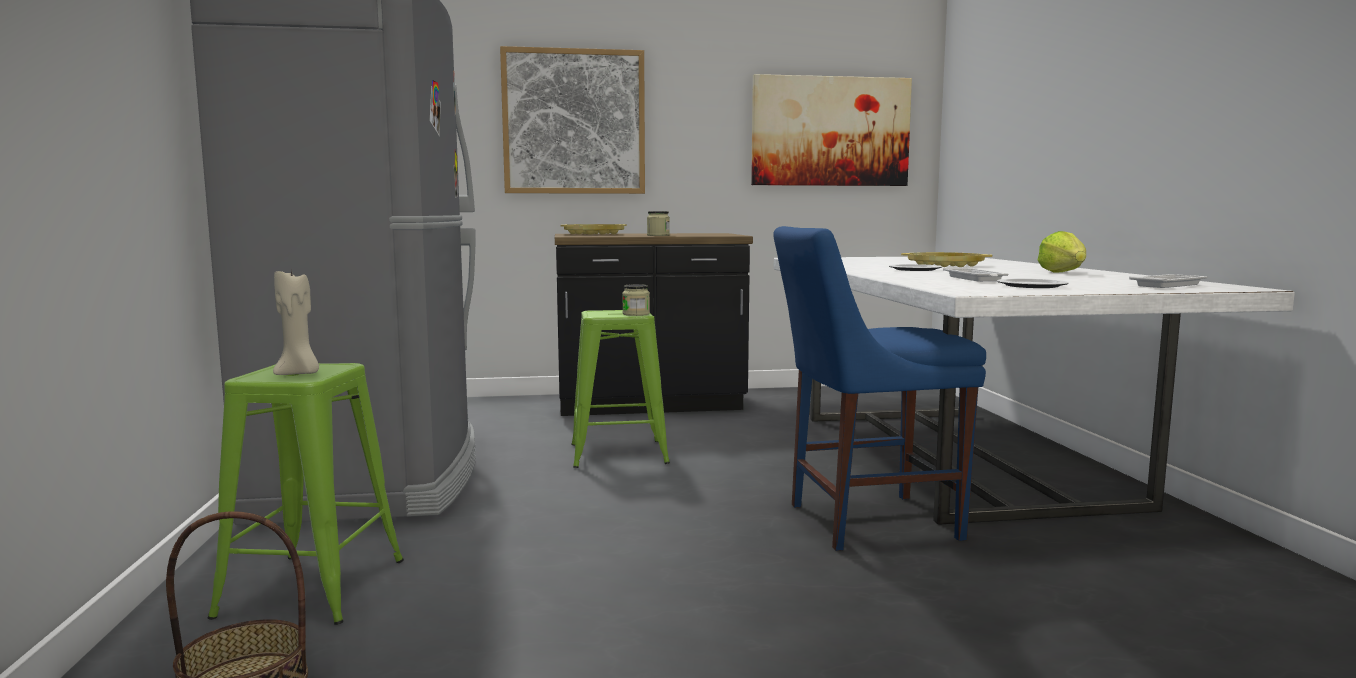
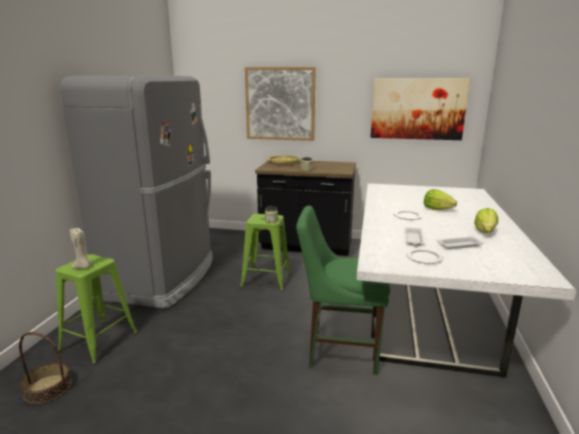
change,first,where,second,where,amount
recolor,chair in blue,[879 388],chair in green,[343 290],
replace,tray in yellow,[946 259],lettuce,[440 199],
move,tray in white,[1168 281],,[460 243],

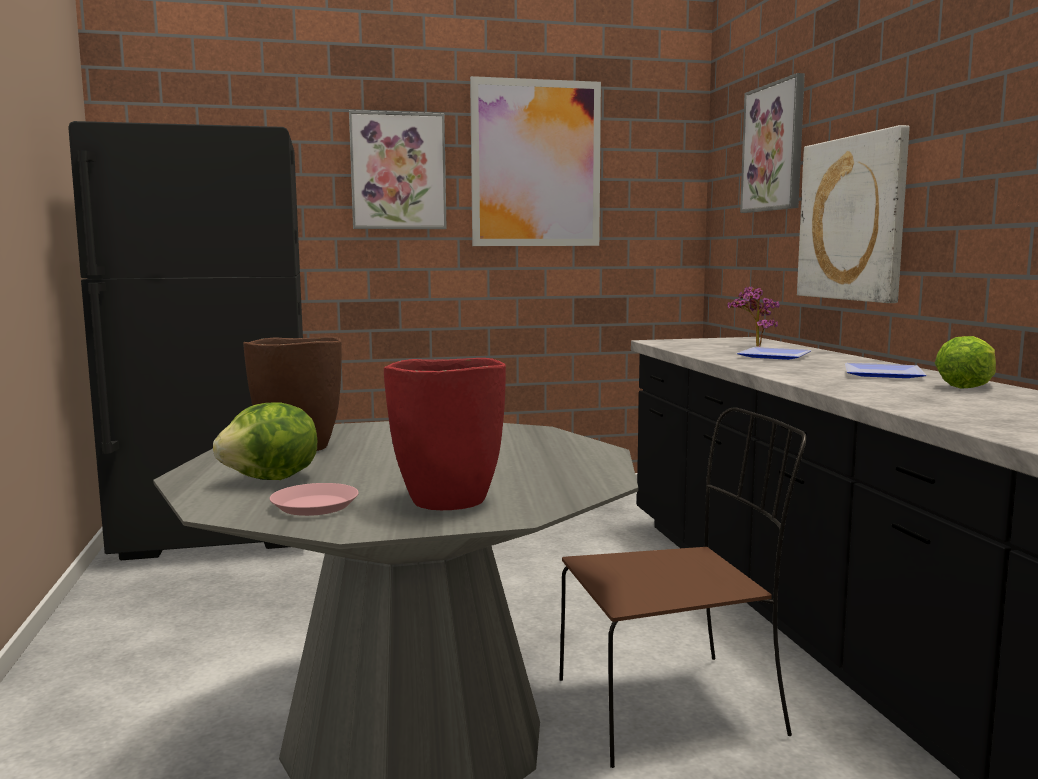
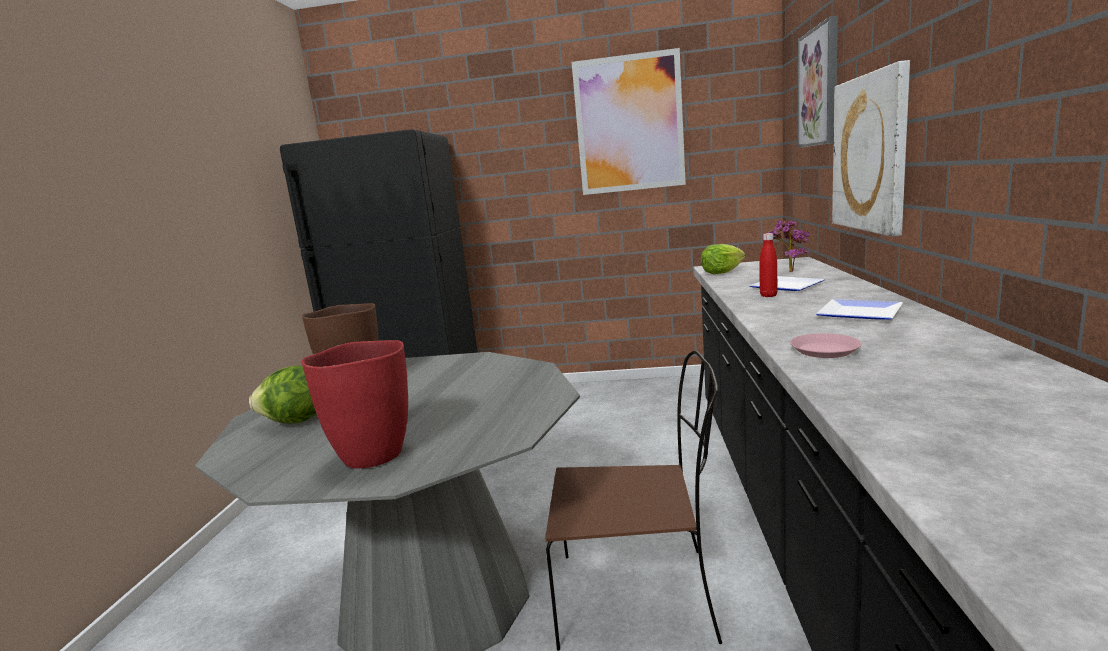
change,first,where,second,where,amount
move,lettuce,[965 362],,[723 259],
insert,,,bottle in red,[769 265],
move,plate in pink,[314 499],,[826 345],
delete,picture,[398 169],,,

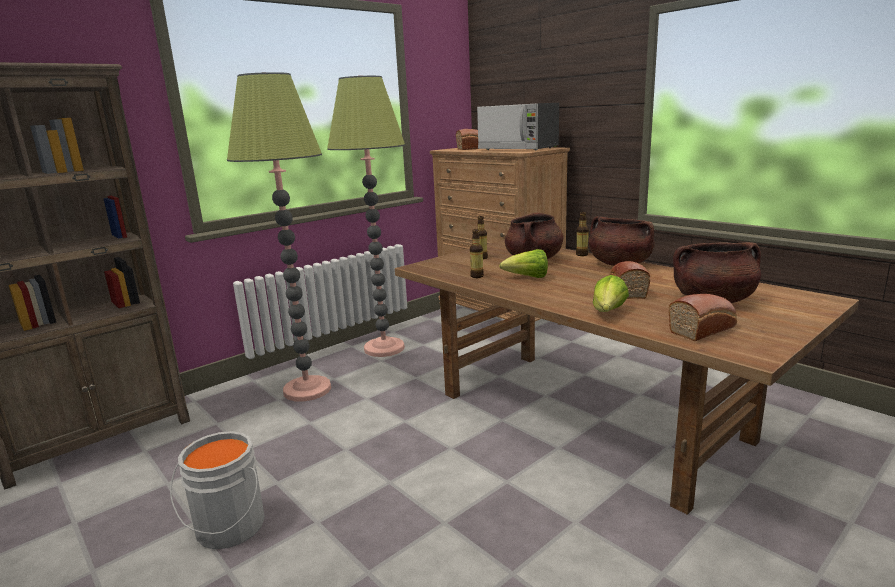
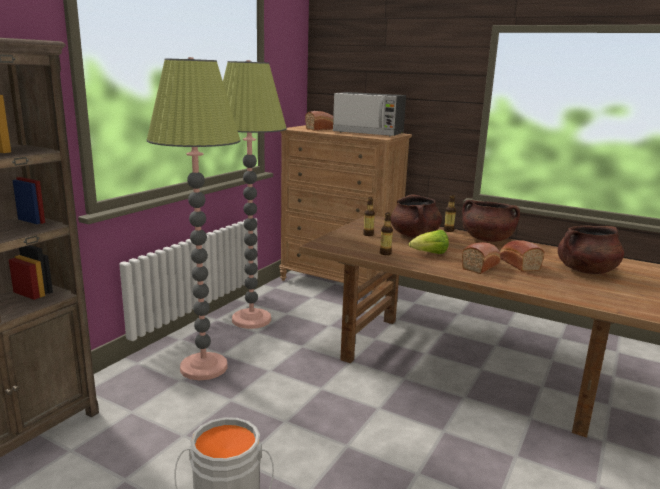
change,first,where,second,where,amount
move,bread,[703 317],,[481 258],
delete,lettuce,[611 293],,,

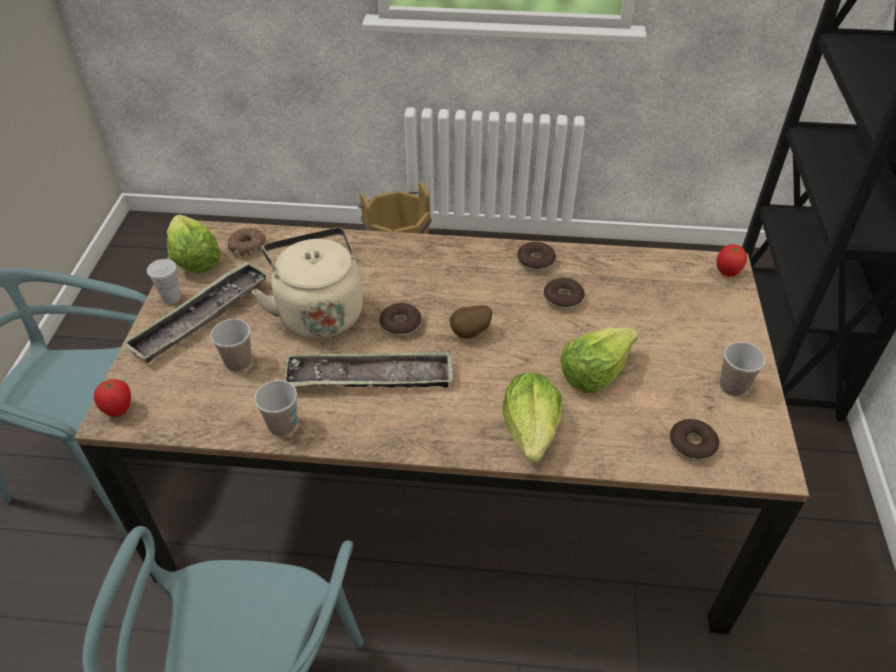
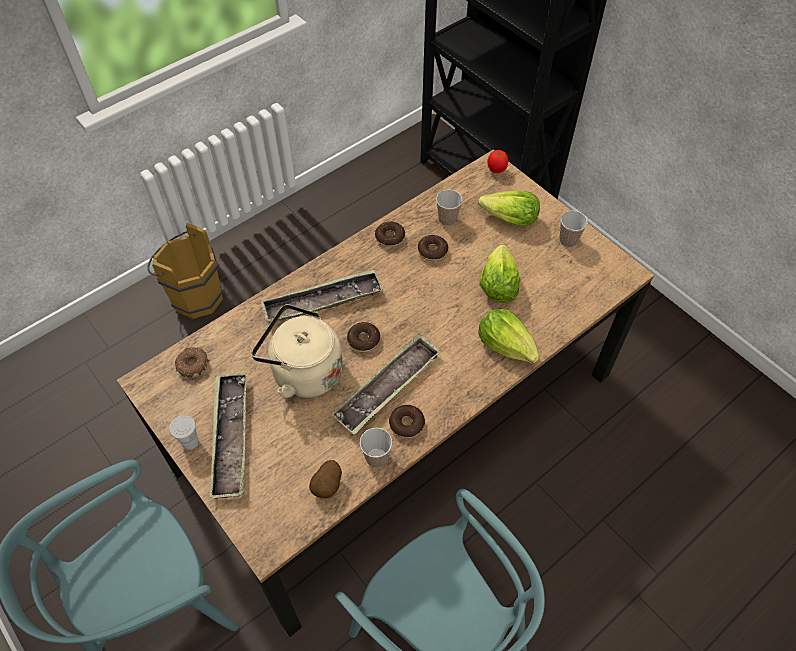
change,first,where,second,where,amount
insert,,,tray,[322 296],
move,potato,[471 321],,[325 479],
move,donut,[694 440],,[407 421],
move,cup,[231 345],,[449 208],
move,lettuce,[194 243],,[509 208],
delete,tomato,[112 398],,,

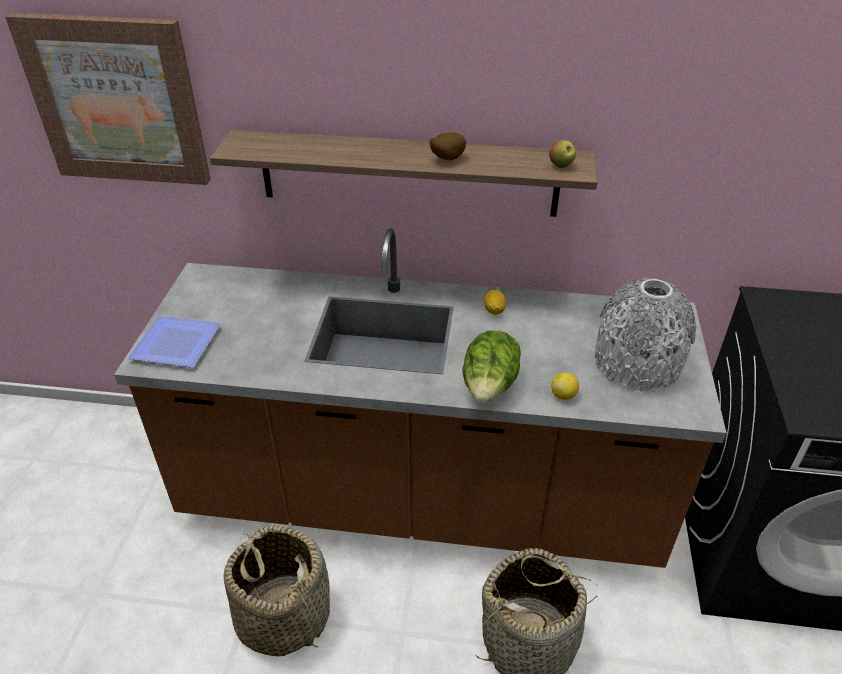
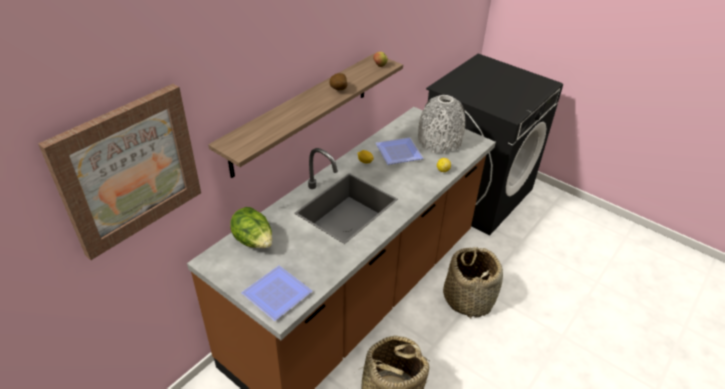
change,first,where,second,where,amount
move,lettuce,[492 366],,[251 227],
insert,,,plate,[399 151],

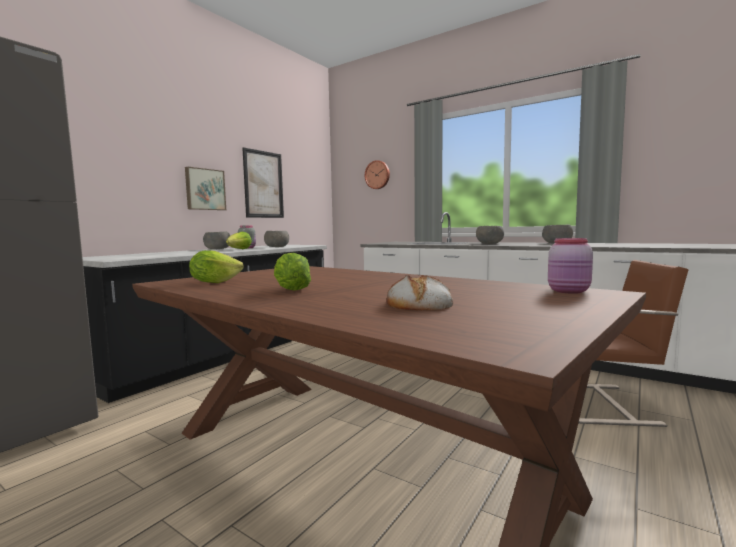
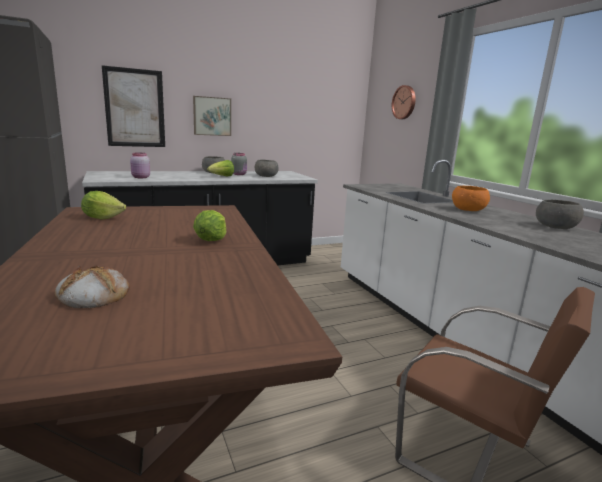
change,first,where,second,where,amount
move,picture,[263 182],,[133 106],
move,jar in pink,[570 266],,[140 165],
move,lettuce,[292 272],,[209 225],
recolor,bowl in grey,[490 235],bowl in orange,[471 198],

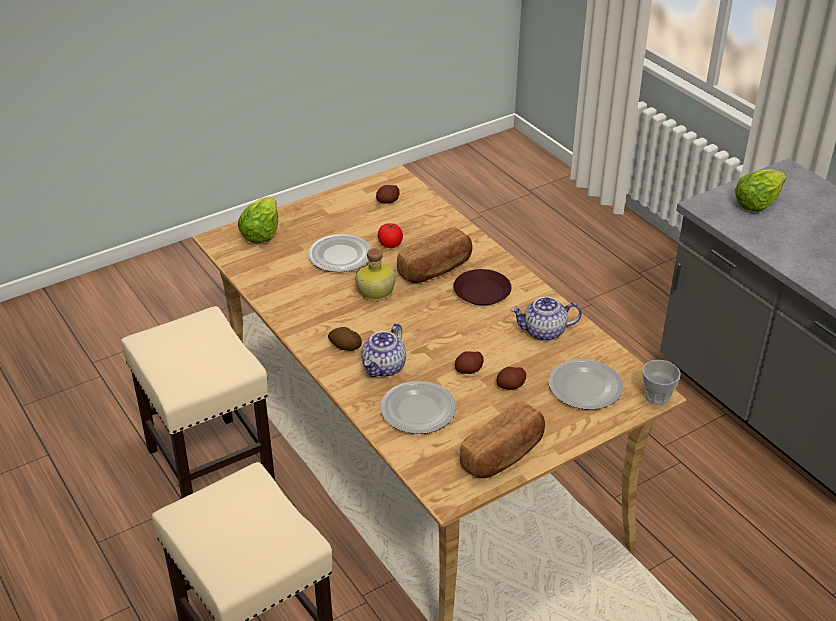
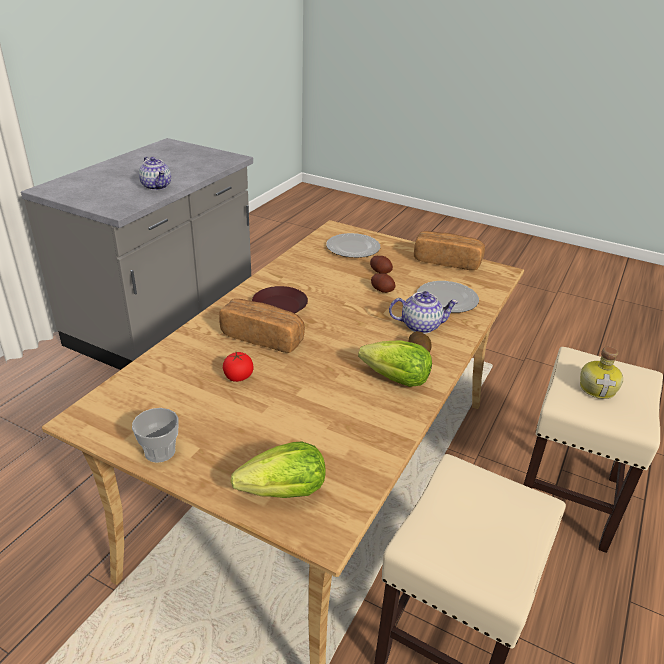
change,first,where,second,where,amount
move,cup,[661 382],,[155 435],
move,teapot,[546 319],,[155 173],
move,lettuce,[760 190],,[395 363],
move,bottle,[375 274],,[601 373],
delete,plate,[340 253],,,
delete,potato,[388 194],,,

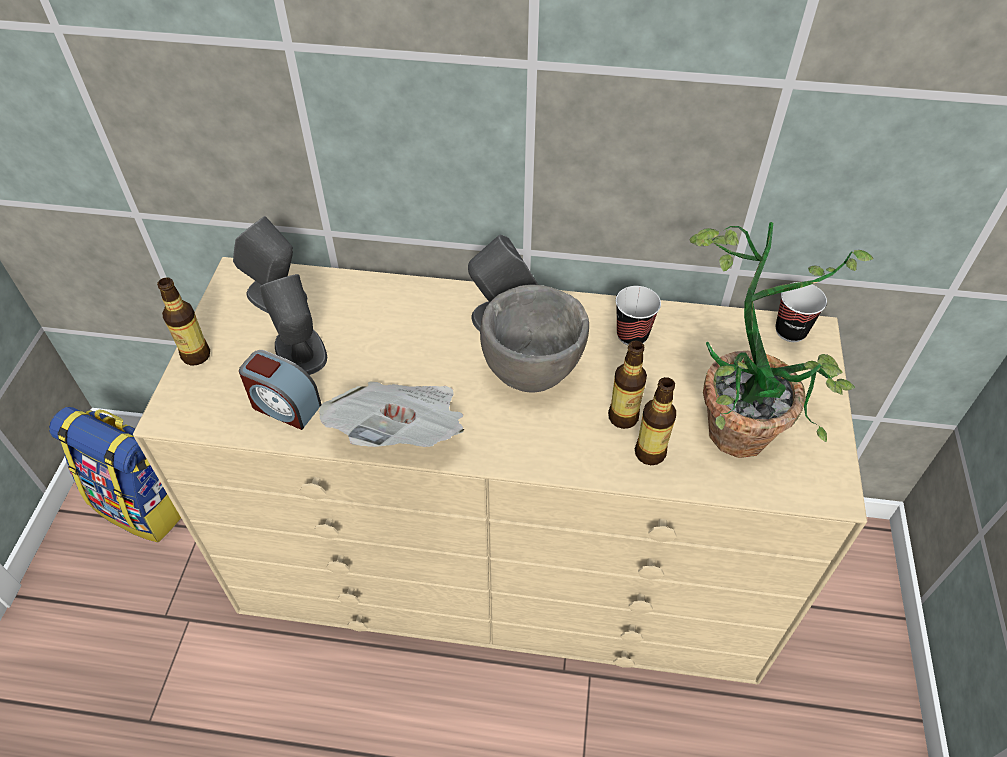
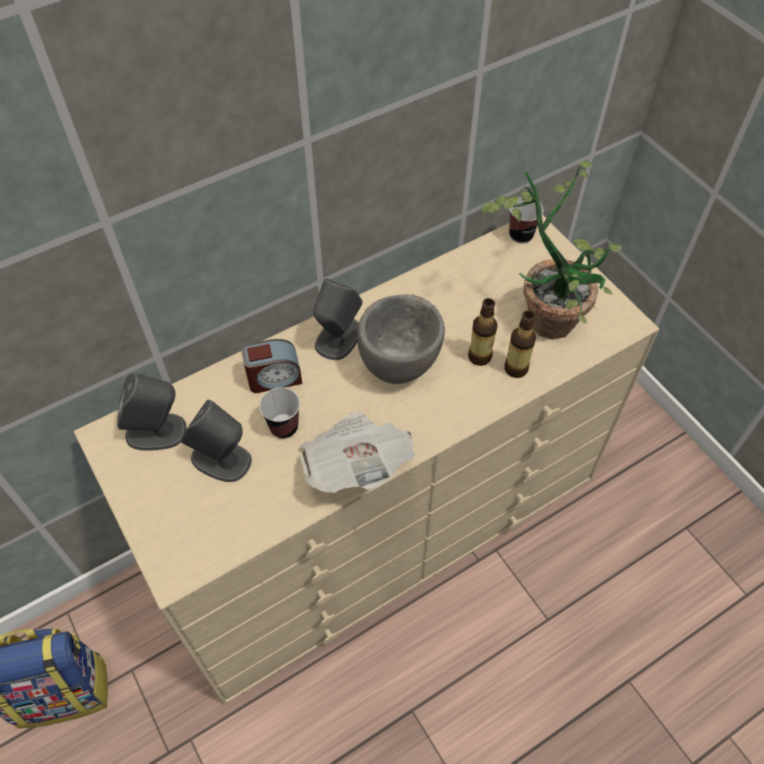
change,first,where,second,where,amount
move,alarm clock,[280 390],,[271 366],
move,cup,[638 315],,[279 413],
delete,bottle,[183 321],,,

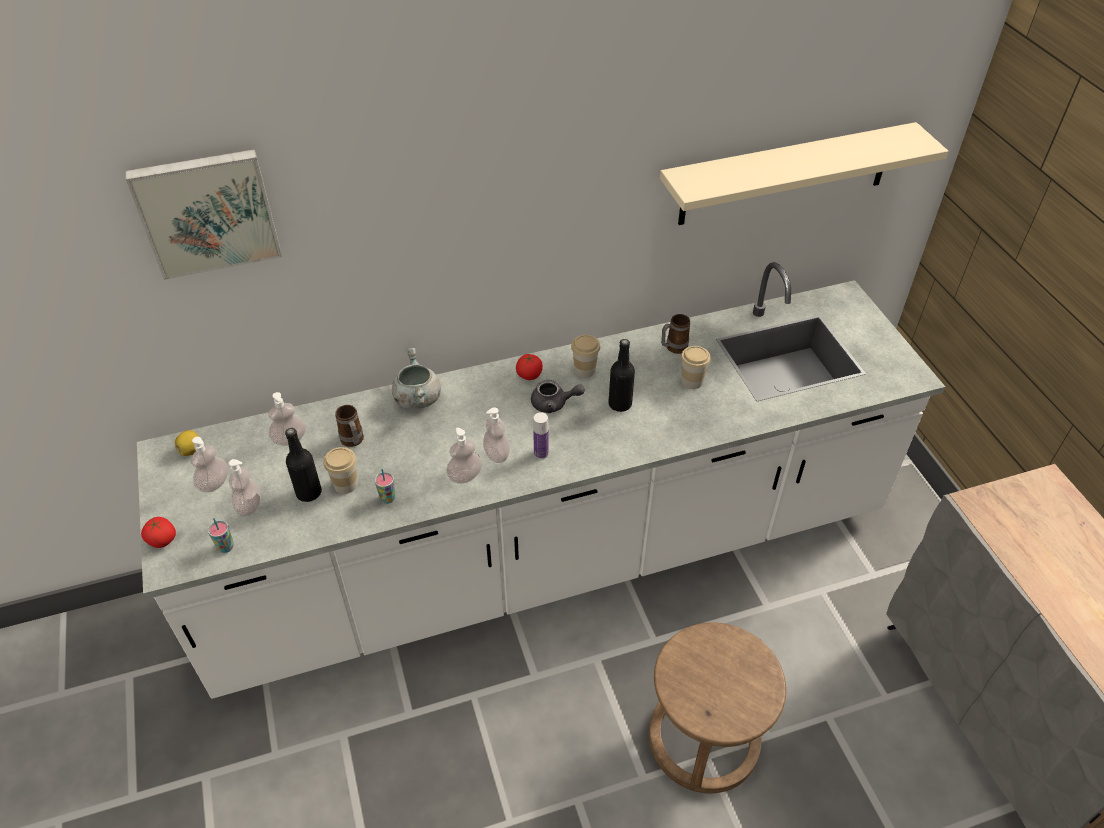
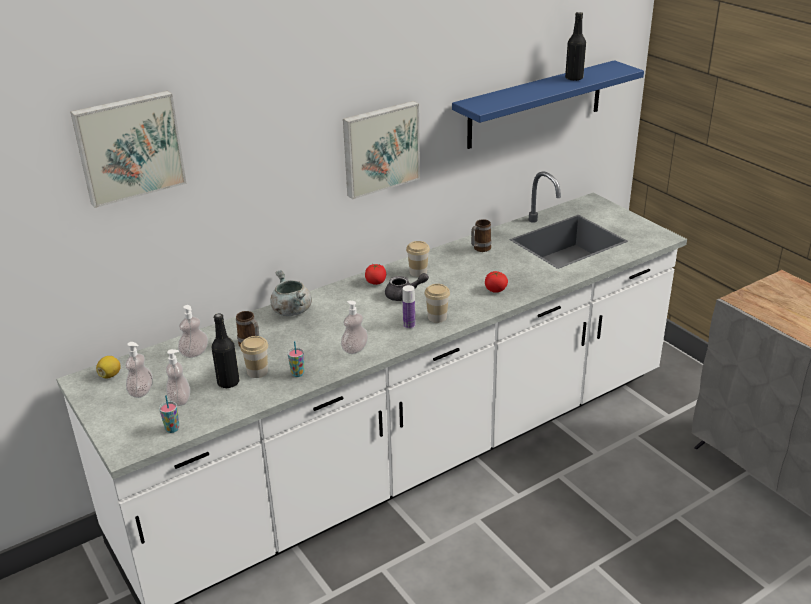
change,first,where,second,where,amount
insert,,,picture,[381 150],
move,cup,[696 367],,[437 303],
recolor,shelf in beige,[804 173],shelf in blue,[548 104],
move,tomato,[158 532],,[496 282],
move,bottle in black,[621 375],,[575 46],
delete,soap dispenser,[496 435],,,
delete,stool in brown,[717 708],,,

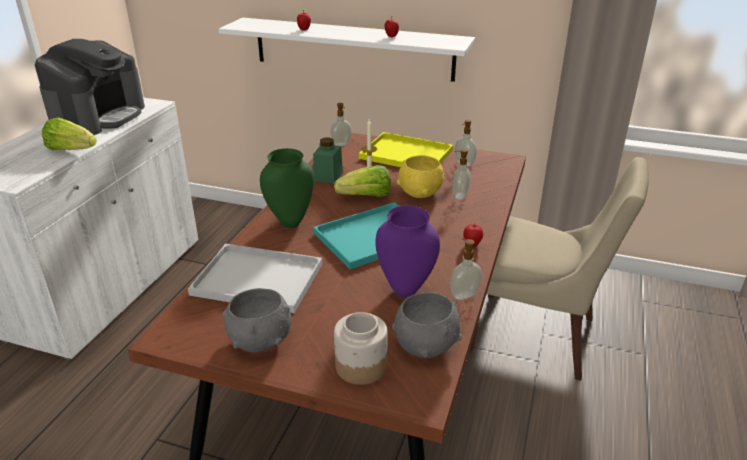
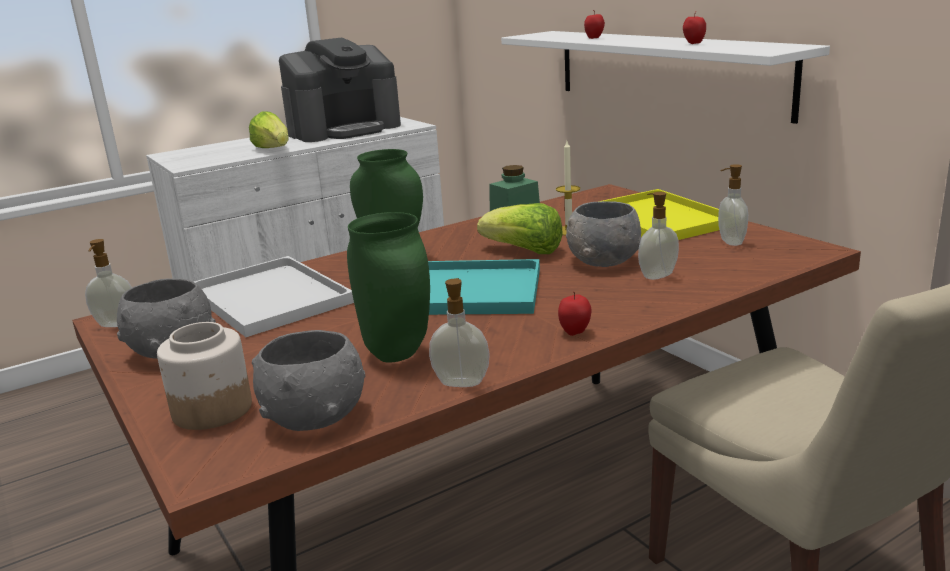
change,first,where,second,where,amount
move,soap dispenser,[341 124],,[108 283],
recolor,vase in purple,[407 251],vase in green,[388 287],
recolor,bowl in yellow,[420 176],bowl in grey,[603 234],

